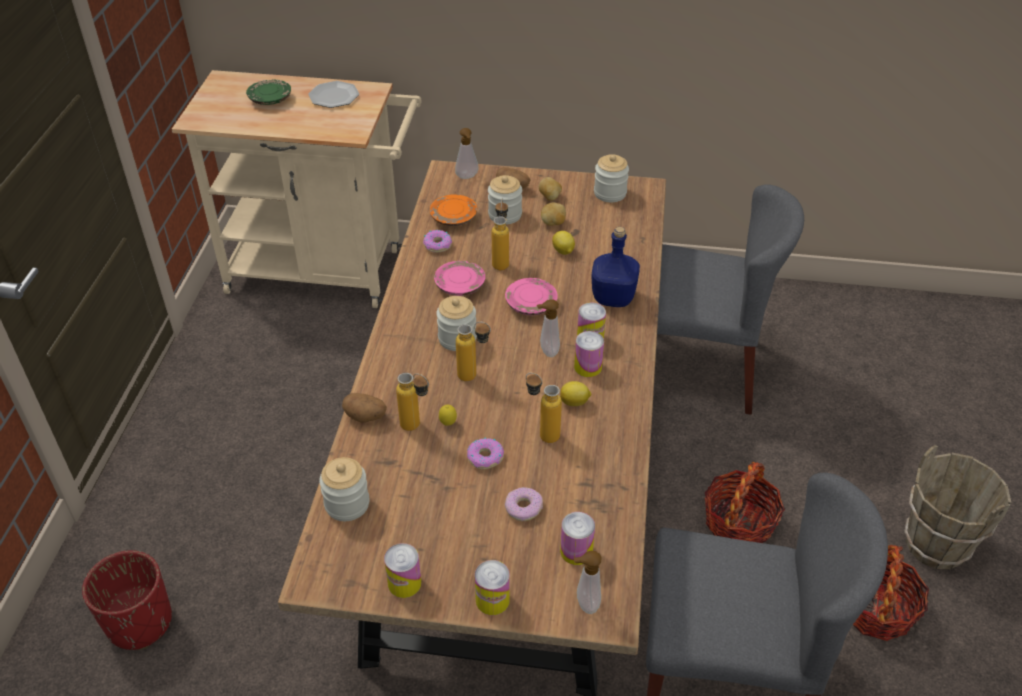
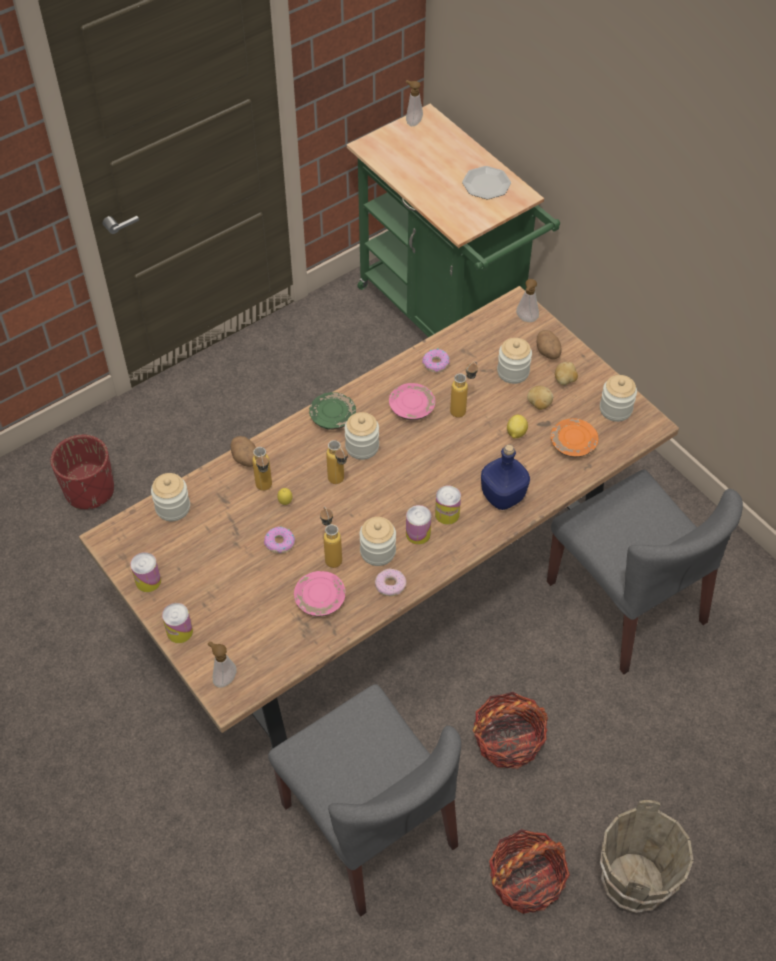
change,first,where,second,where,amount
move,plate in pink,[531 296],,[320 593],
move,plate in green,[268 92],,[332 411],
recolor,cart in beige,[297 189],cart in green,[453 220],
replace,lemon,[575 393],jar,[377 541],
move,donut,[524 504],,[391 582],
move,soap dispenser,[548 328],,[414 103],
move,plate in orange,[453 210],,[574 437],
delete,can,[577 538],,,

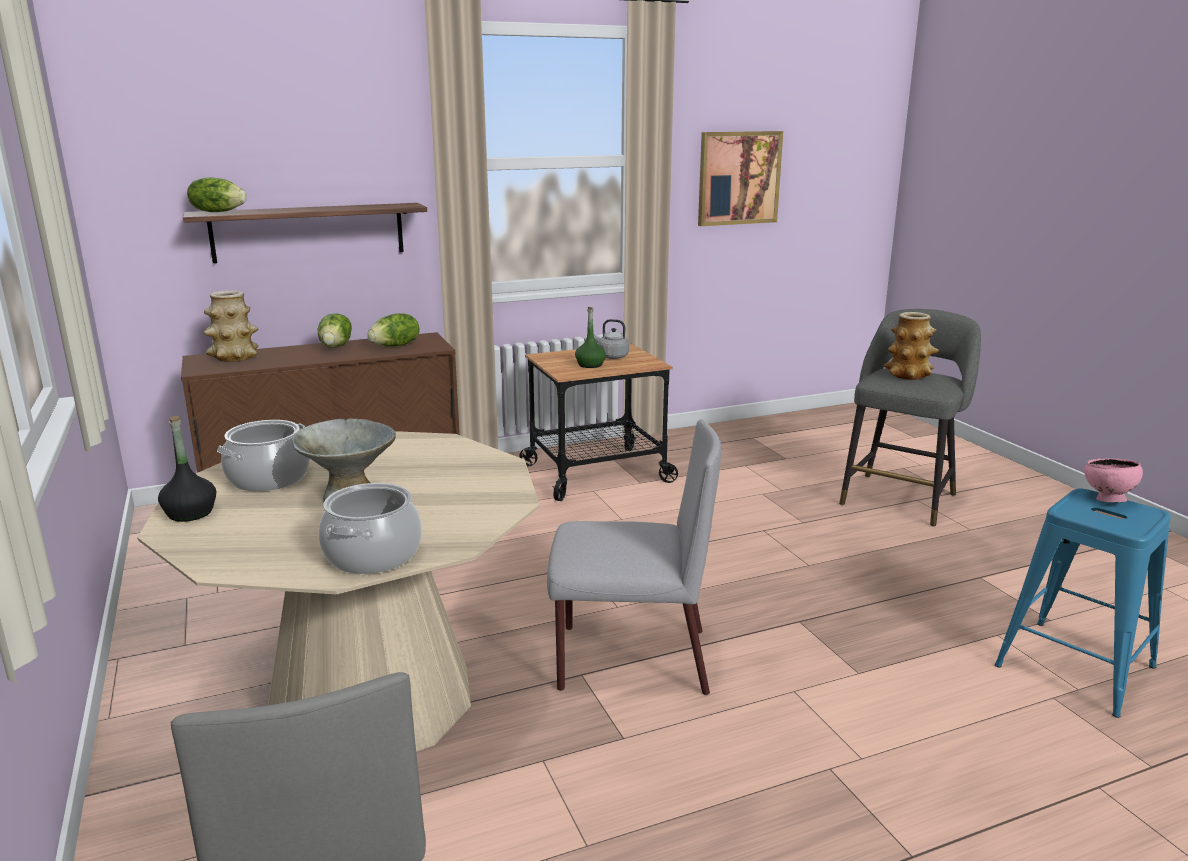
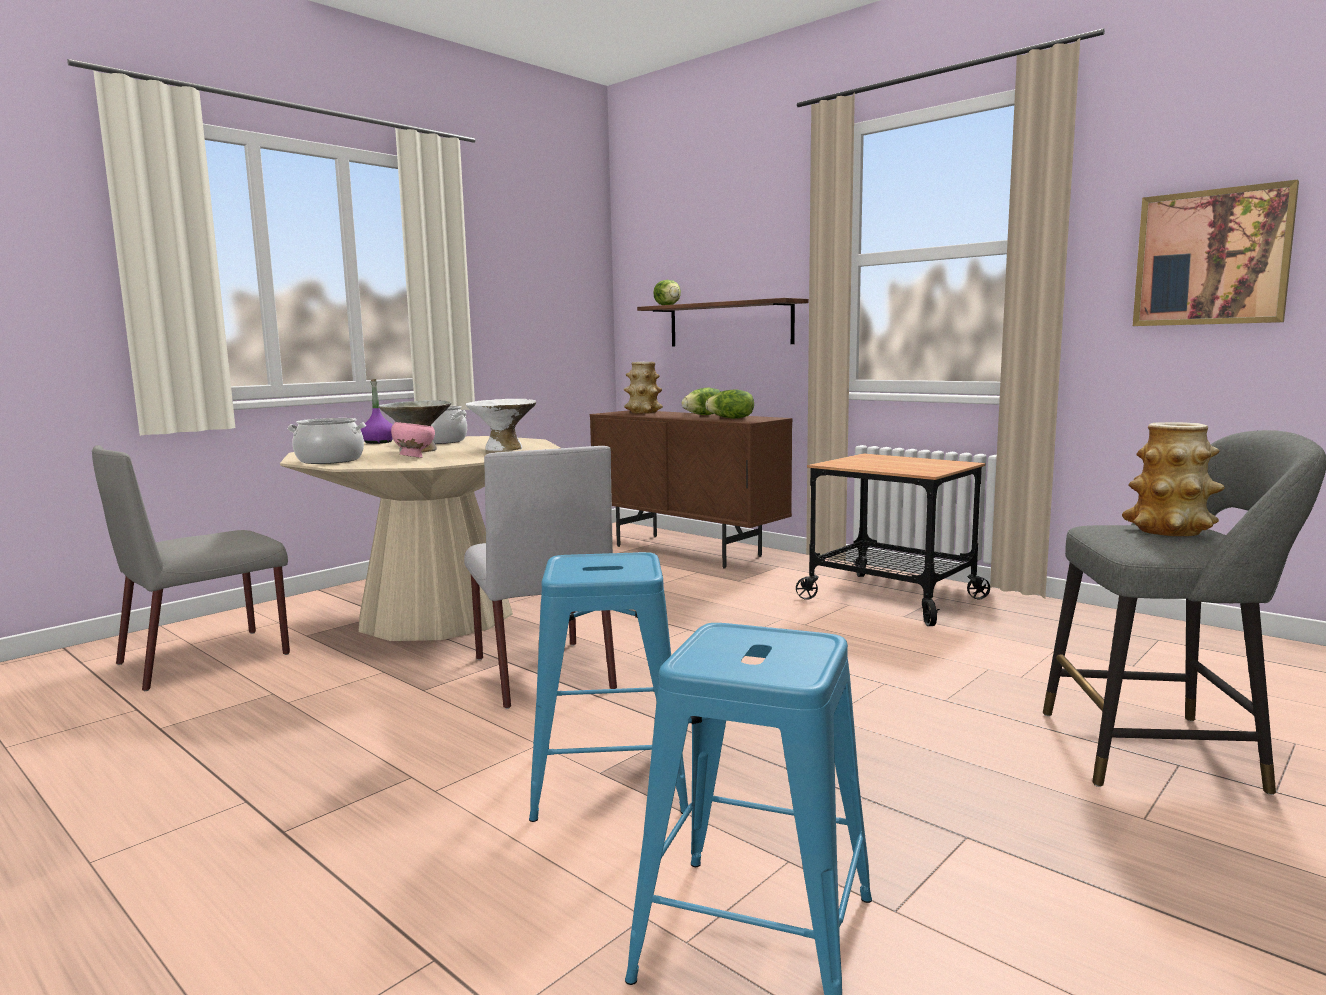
change,first,where,second,where,amount
recolor,bottle in black,[187 469],bottle in purple,[377 411],
move,bowl in pink,[1113 480],,[413 440],
insert,,,bowl in white,[501 425],
insert,,,stool in blue,[608 687],
delete,bottle in green,[590 337],,,
delete,kettle in grey,[611 339],,,

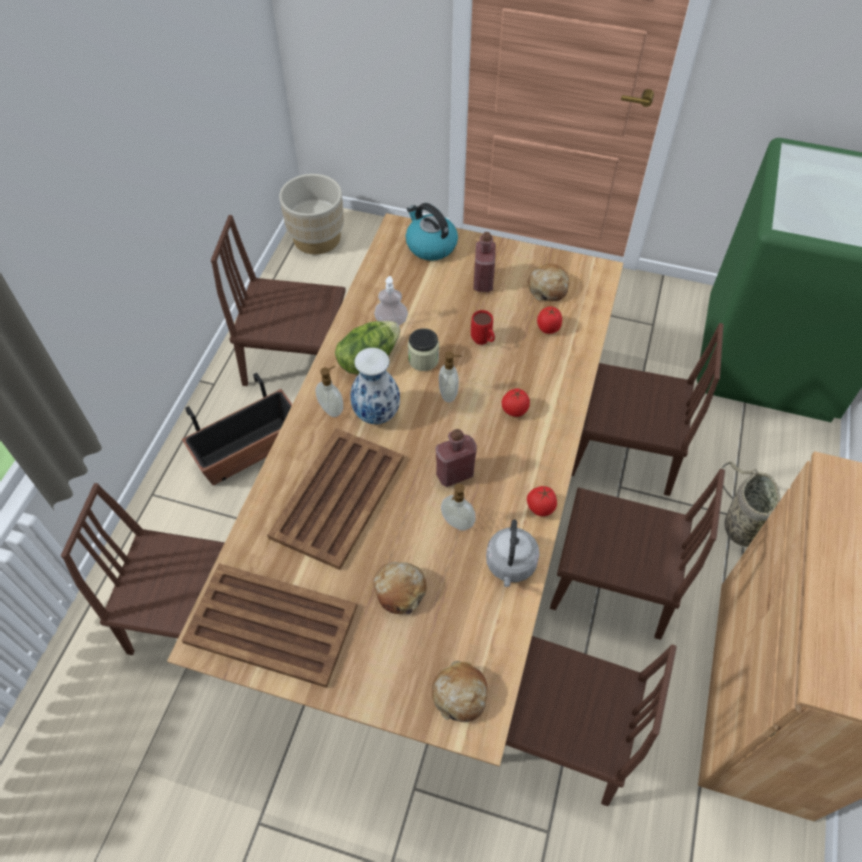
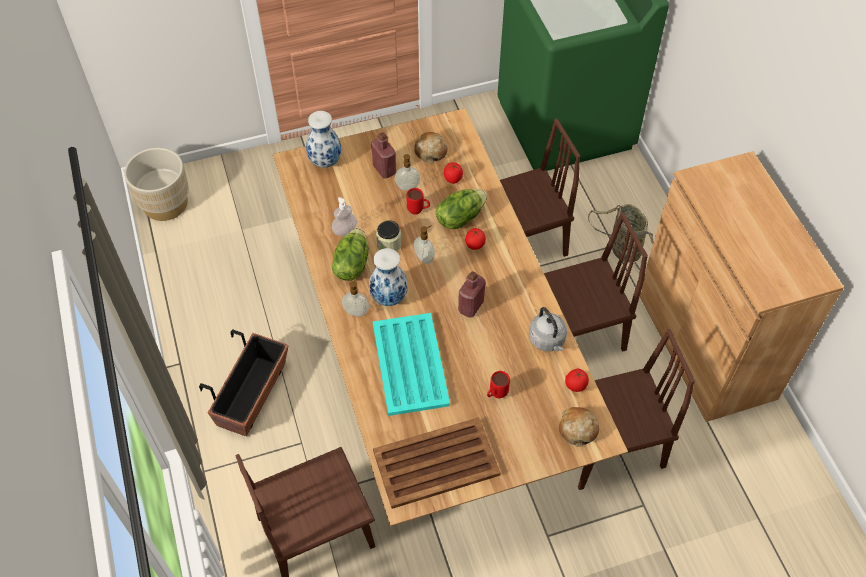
change,first,where,second,where,amount
replace,kettle,[432 232],vase,[323 139],
recolor,tray in brown,[335 499],tray in turquoise,[411 364],
move,soap dispenser,[458 507],,[407 172],
insert,,,lettuce,[461 209],
replace,bread,[400 588],mug in red,[498 385],
move,tomato,[542 501],,[577 380],
delete,chair in brown,[278 300],,,

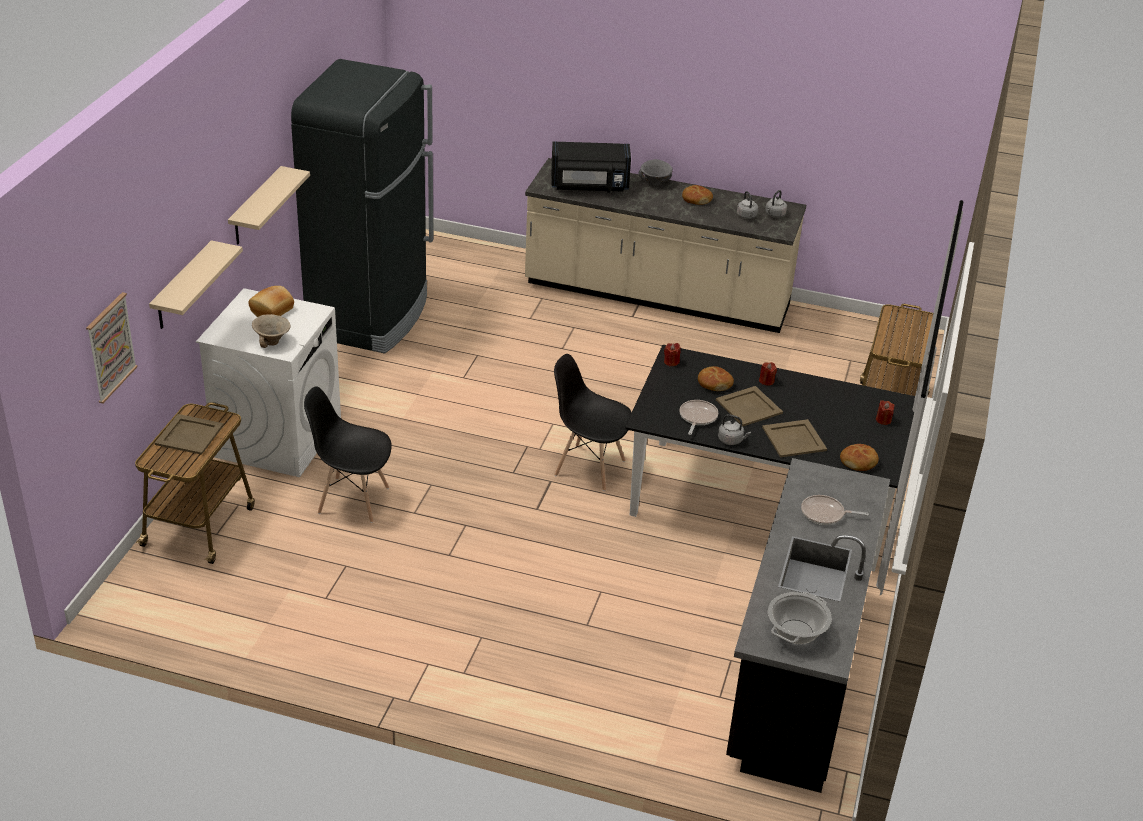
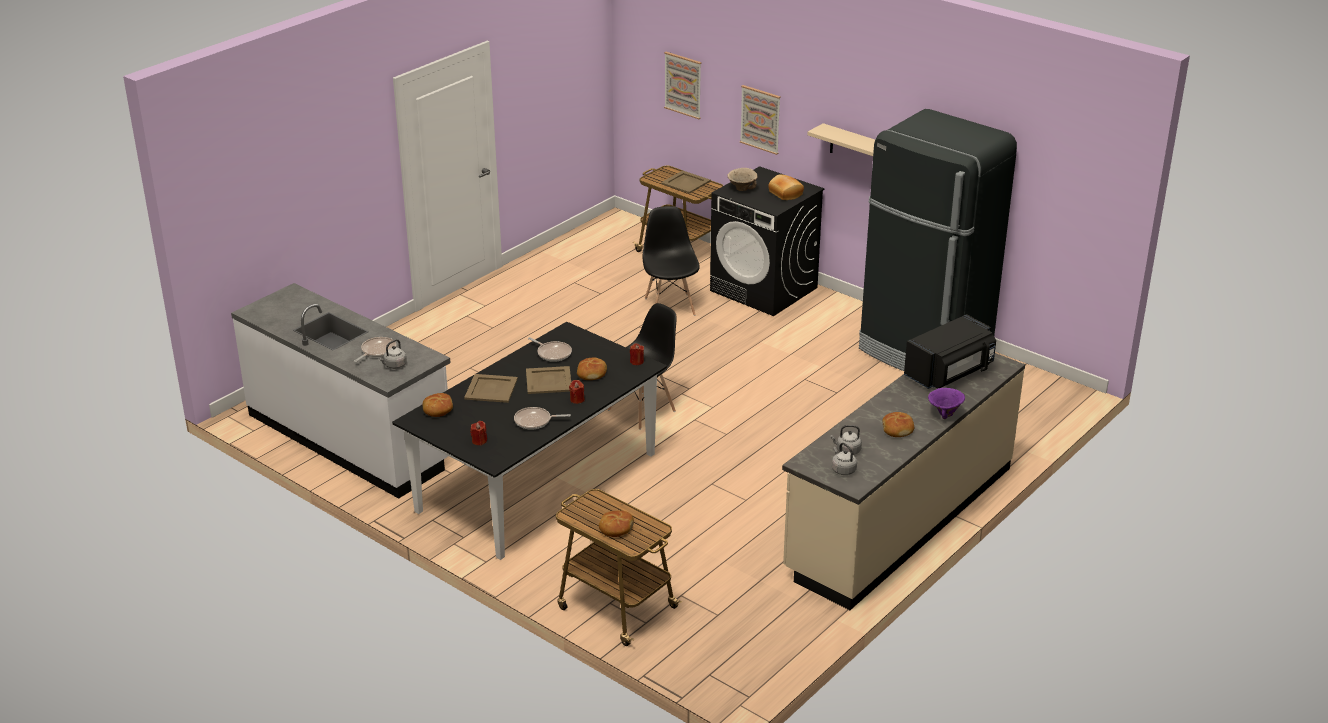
change,first,where,second,where,amount
recolor,counter in black,[808 625],counter in white,[341 391],
move,kettle in grey,[734 429],,[393 354],
insert,,,frying pan,[542 418],
insert,,,bread,[616 523],
rotate,chair in black,[348 454],,[671 261],45 degrees counterclockwise
recolor,washing machine in white,[268 382],washing machine in black,[767 241],
replace,shelf in beige,[196 284],picture,[760 120],
rotate,microwave in black,[591 167],,[950 351],150 degrees counterclockwise
recolor,bowl in grey,[655 172],bowl in purple,[946 403],
delete,cooking pot,[800 618],,,

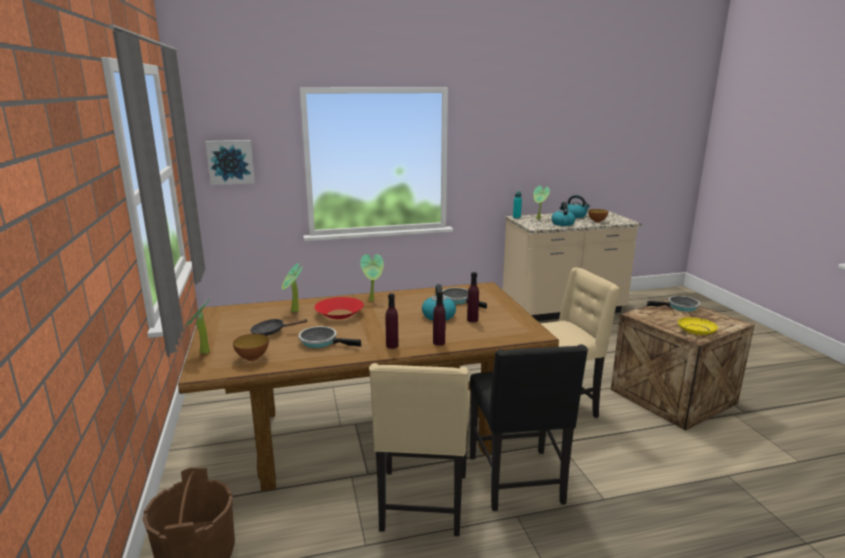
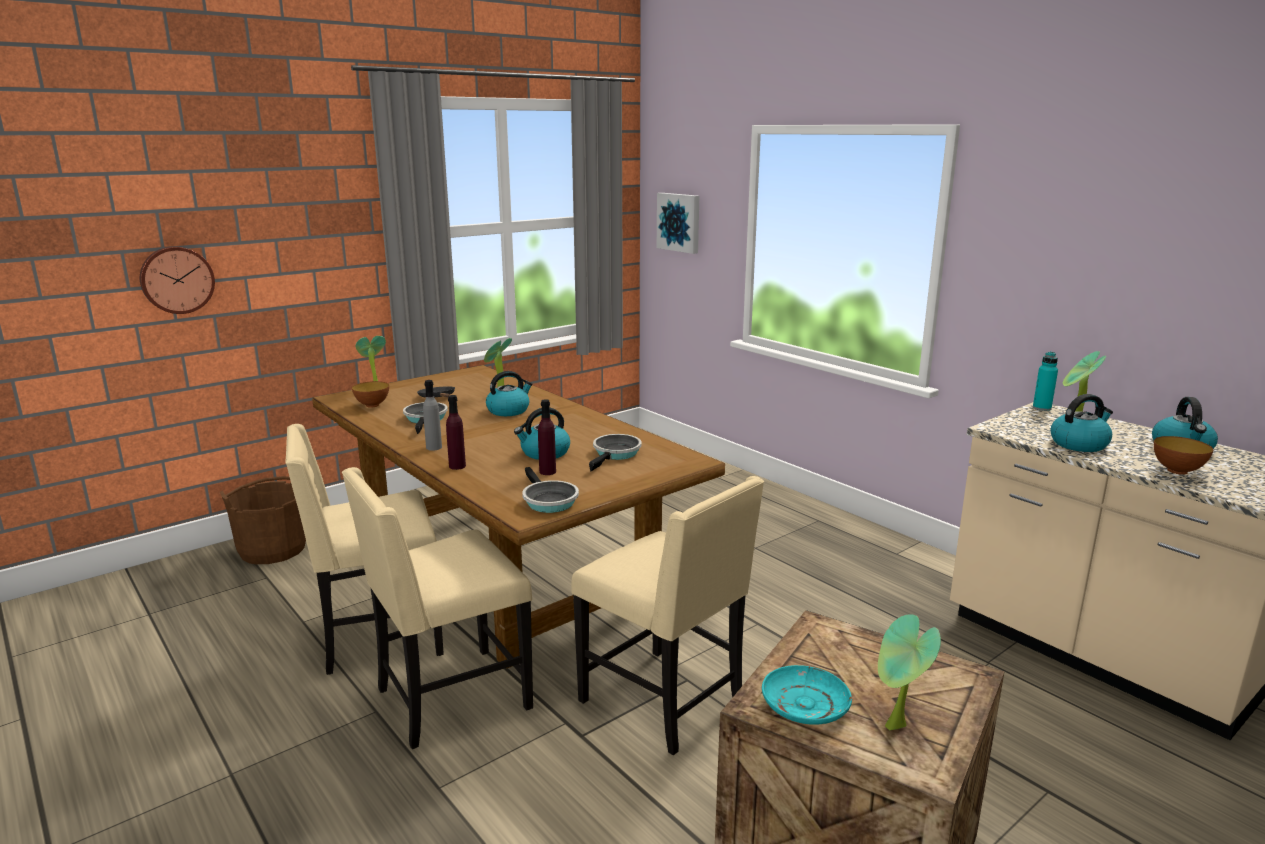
change,first,where,second,where,amount
insert,,,wall clock,[177 280],
recolor,chair in black,[529 428],chair in beige,[437 608],
recolor,bottle in purple,[392 321],bottle in grey,[432 415],
replace,bowl in red,[339 308],kettle,[509 393],
move,frying pan,[673 304],,[550 490],
recolor,plate in yellow,[698 326],plate in turquoise,[807 695],
move,potted plant,[372 277],,[909 672],

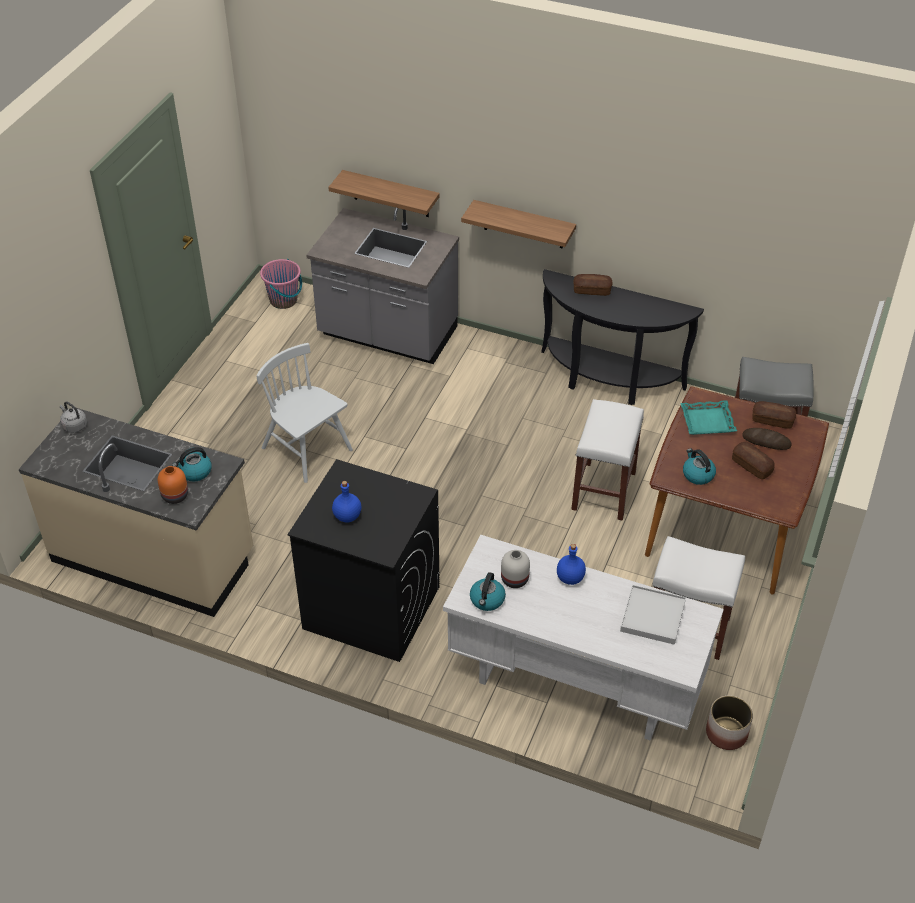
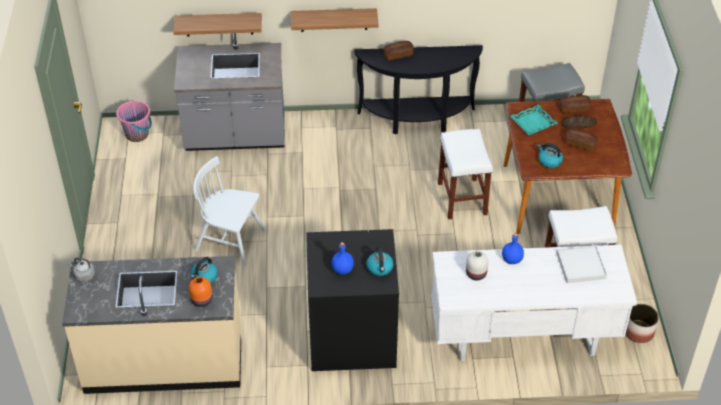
change,first,where,second,where,amount
move,kettle,[488 591],,[380 261],

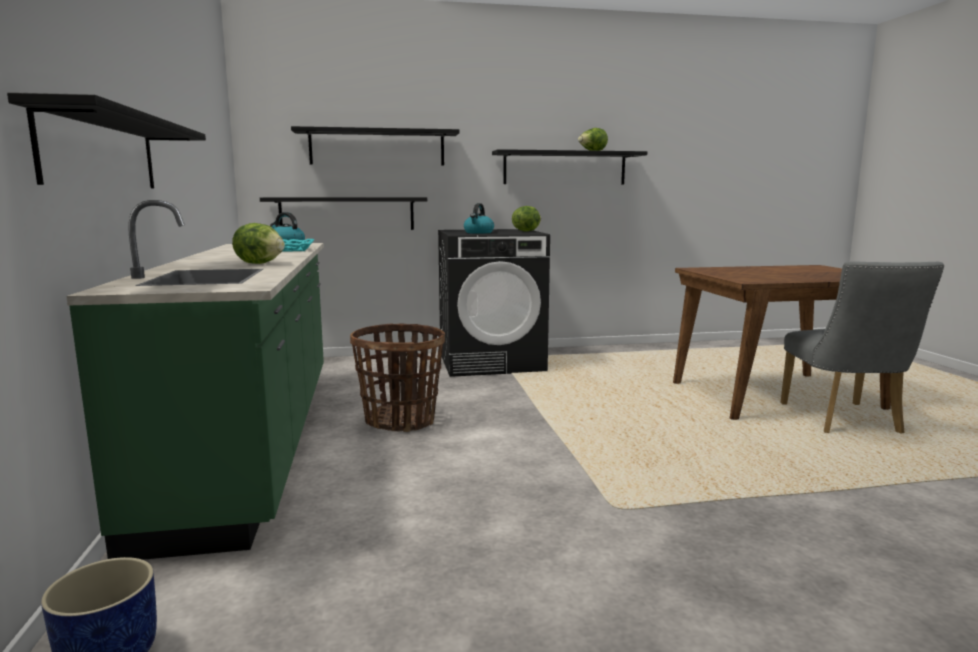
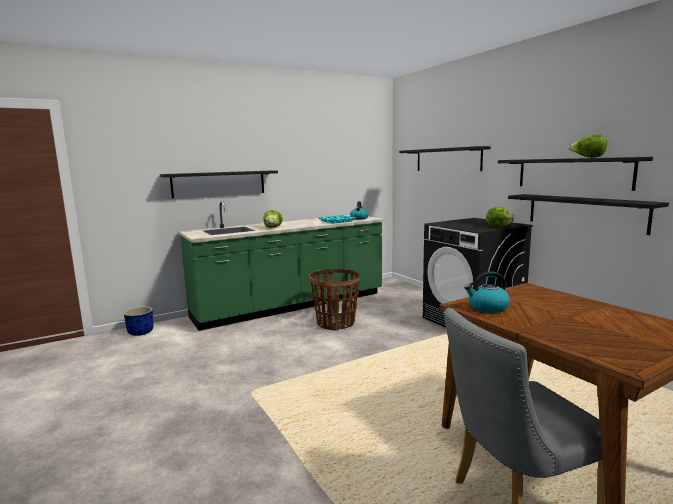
change,first,where,second,where,amount
move,kettle,[479 218],,[487 292],
move,shelf in black,[343 213],,[588 214],

